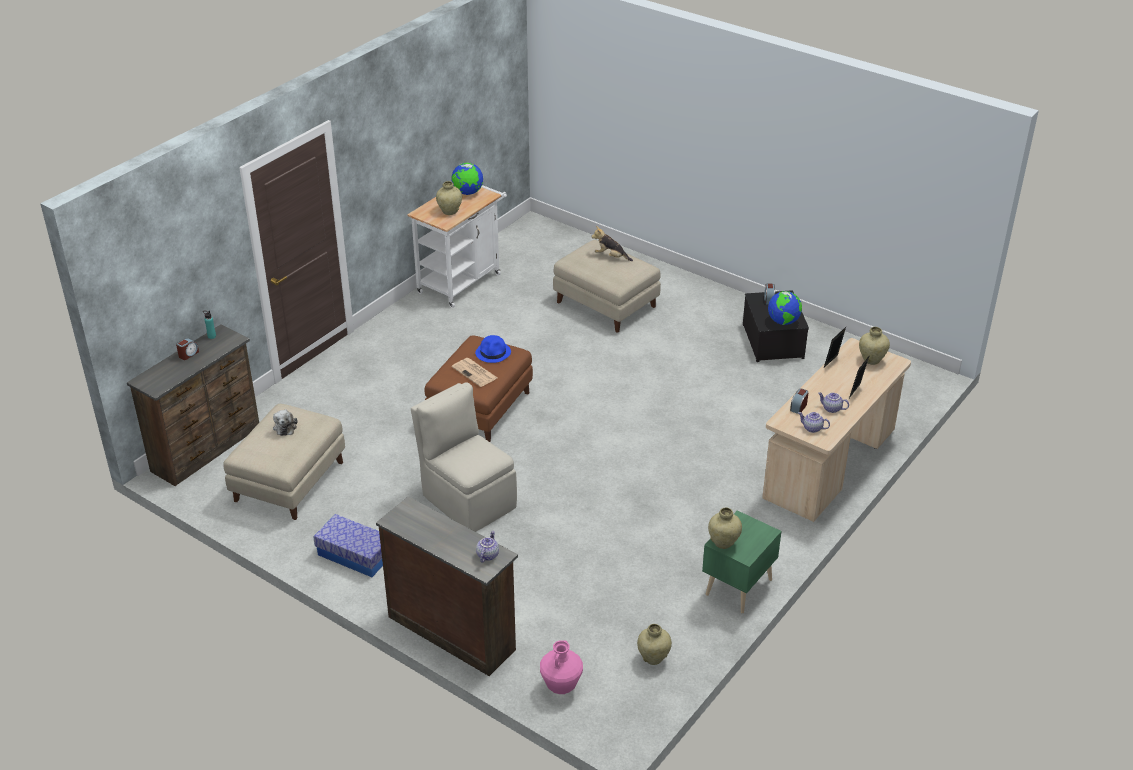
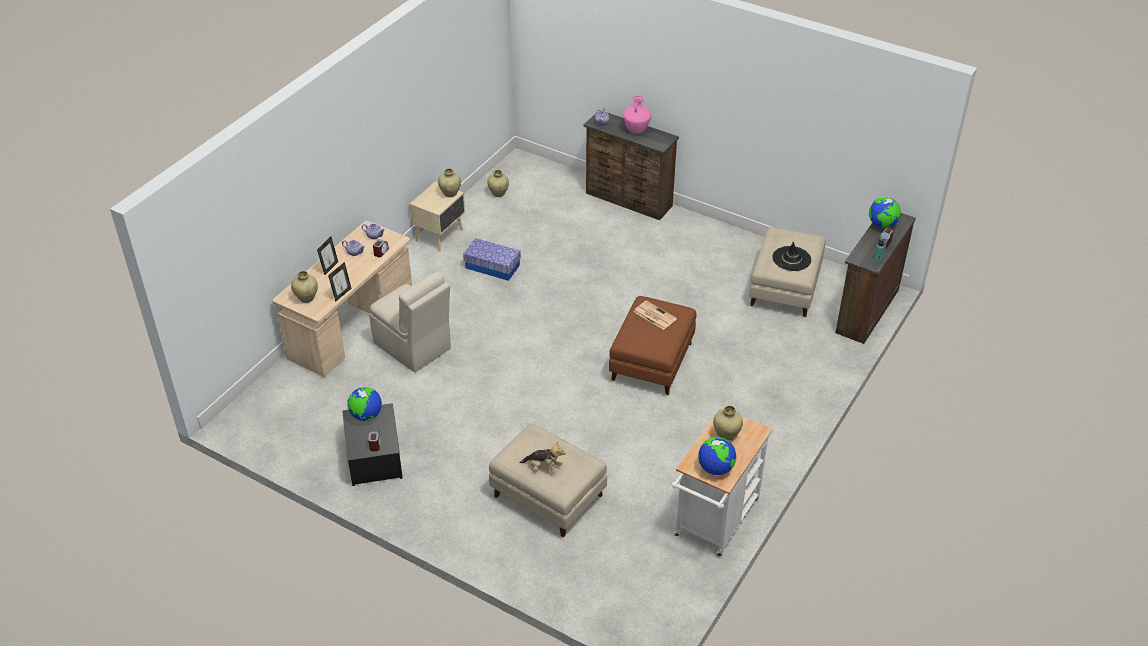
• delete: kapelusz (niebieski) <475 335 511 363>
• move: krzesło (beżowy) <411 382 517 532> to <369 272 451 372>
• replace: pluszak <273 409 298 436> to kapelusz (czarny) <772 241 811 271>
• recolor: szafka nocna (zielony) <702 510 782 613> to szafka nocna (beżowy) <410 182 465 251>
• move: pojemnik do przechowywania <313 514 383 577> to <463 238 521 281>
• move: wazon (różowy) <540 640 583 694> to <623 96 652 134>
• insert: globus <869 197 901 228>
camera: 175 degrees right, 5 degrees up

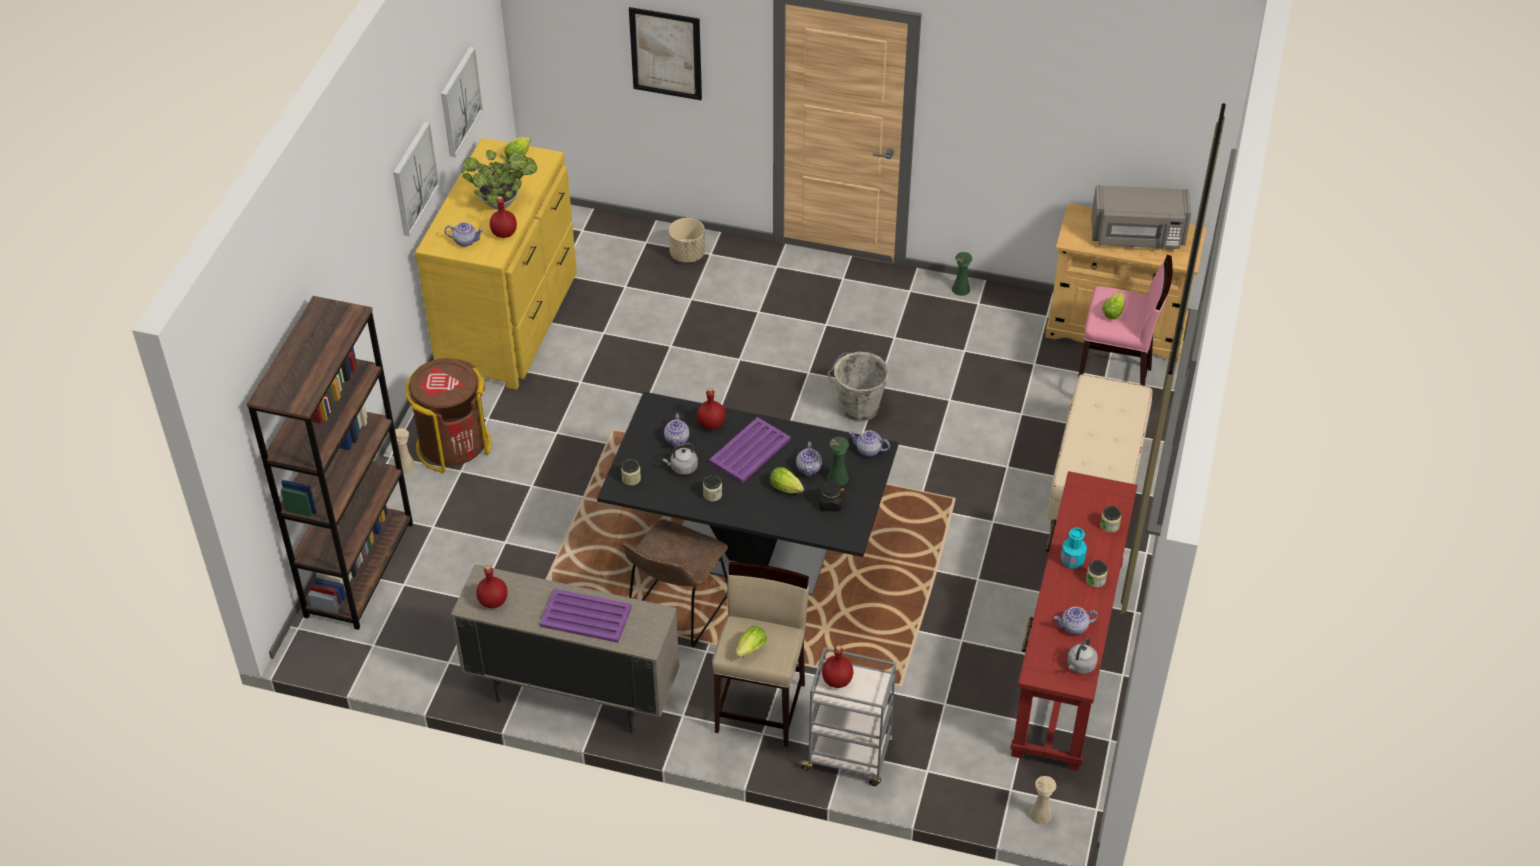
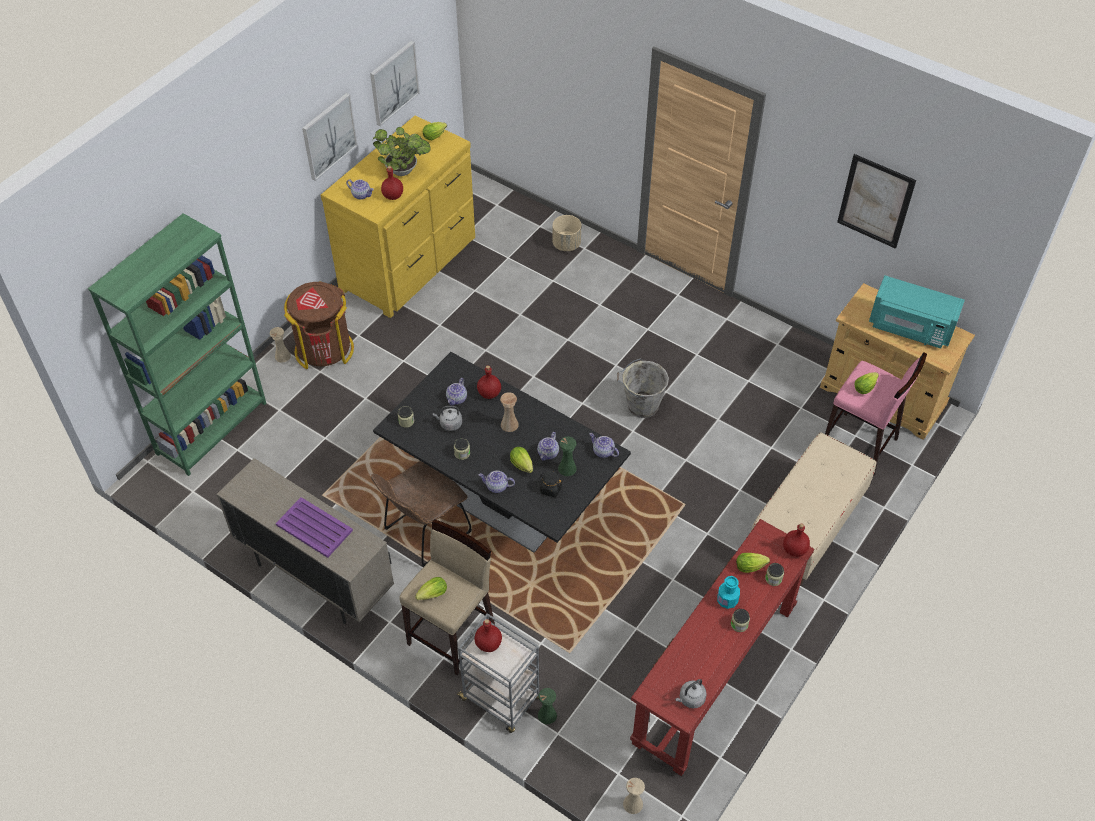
• move: obraz <629 7 702 100> to <837 154 916 249>
• recolor: mikrofalówka (szary) <1091 185 1191 250> to mikrofalówka (turkusowy) <869 275 965 349>
• move: wazon (zielony) <952 252 972 296> to <538 688 557 724>
• recolor: regał (brązowy) <246 296 413 630> to regał (zielony) <88 213 267 476>
• replace: taca (fioletowy) <709 417 791 483> to wazon (beżowy) <500 392 519 432>
• move: butelka (czerwony) <476 565 508 608> to <783 523 810 557>
• move: imbryk <1054 607 1098 635> to <478 471 515 493>
• insert: sałata <736 553 770 573>
camera: 20 degrees right, 5 degrees up

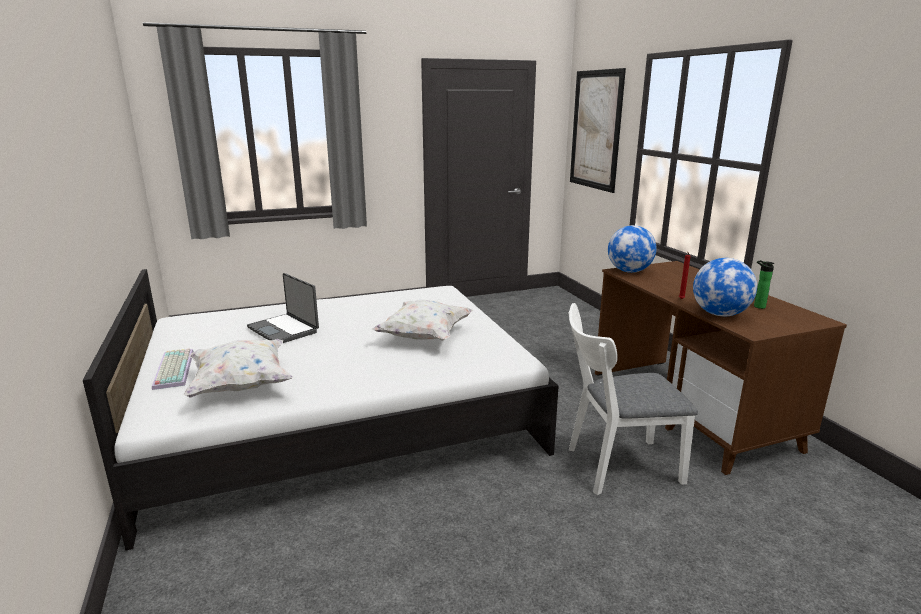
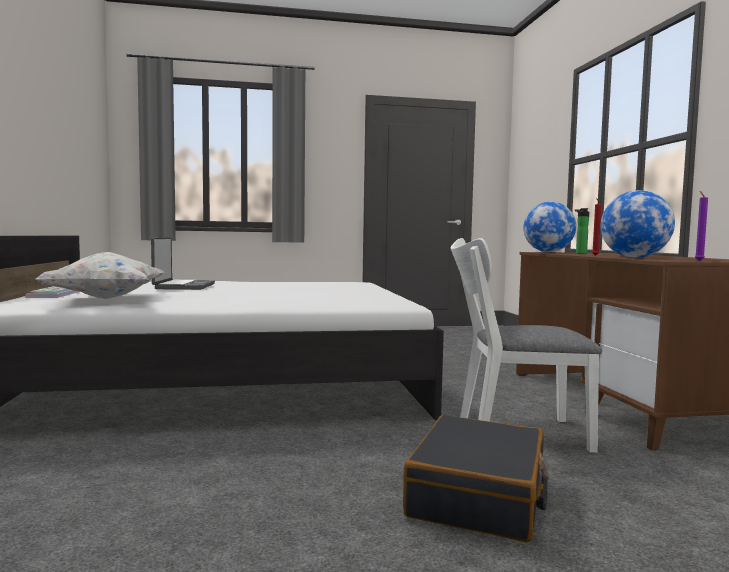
• delete: obraz <570 68 626 193>
• move: butelka <754 260 774 309> to <574 208 589 254>
• rotate: laptop <247 273 319 343> = <151 237 215 290> 150 degrees counterclockwise
• delete: poduszka (biały) <372 300 473 341>
• insert: świeca (fioletowy) <695 191 708 261>
• insert: walizka (czarny) <403 415 549 542>
camera: 10 degrees right, 15 degrees down

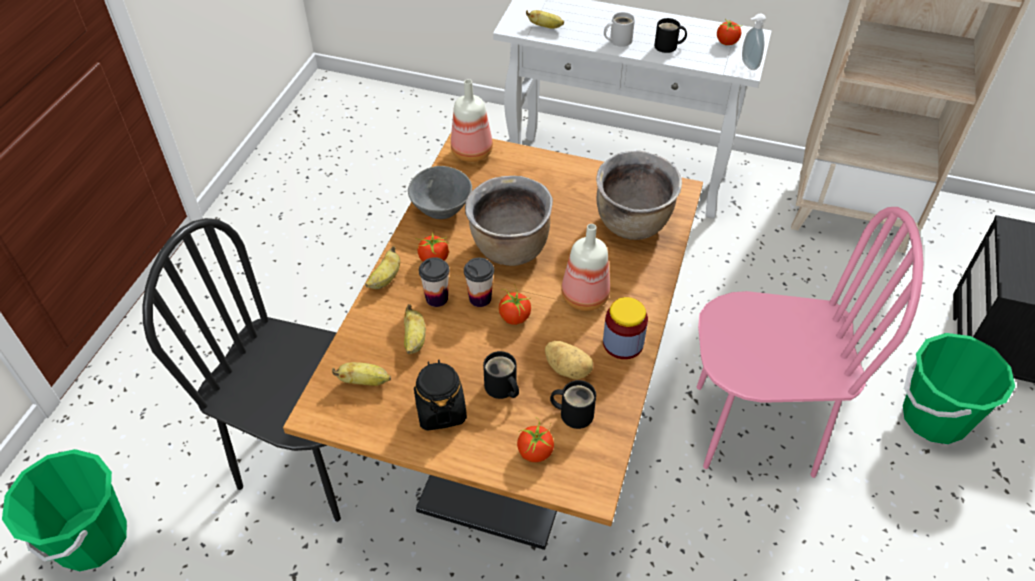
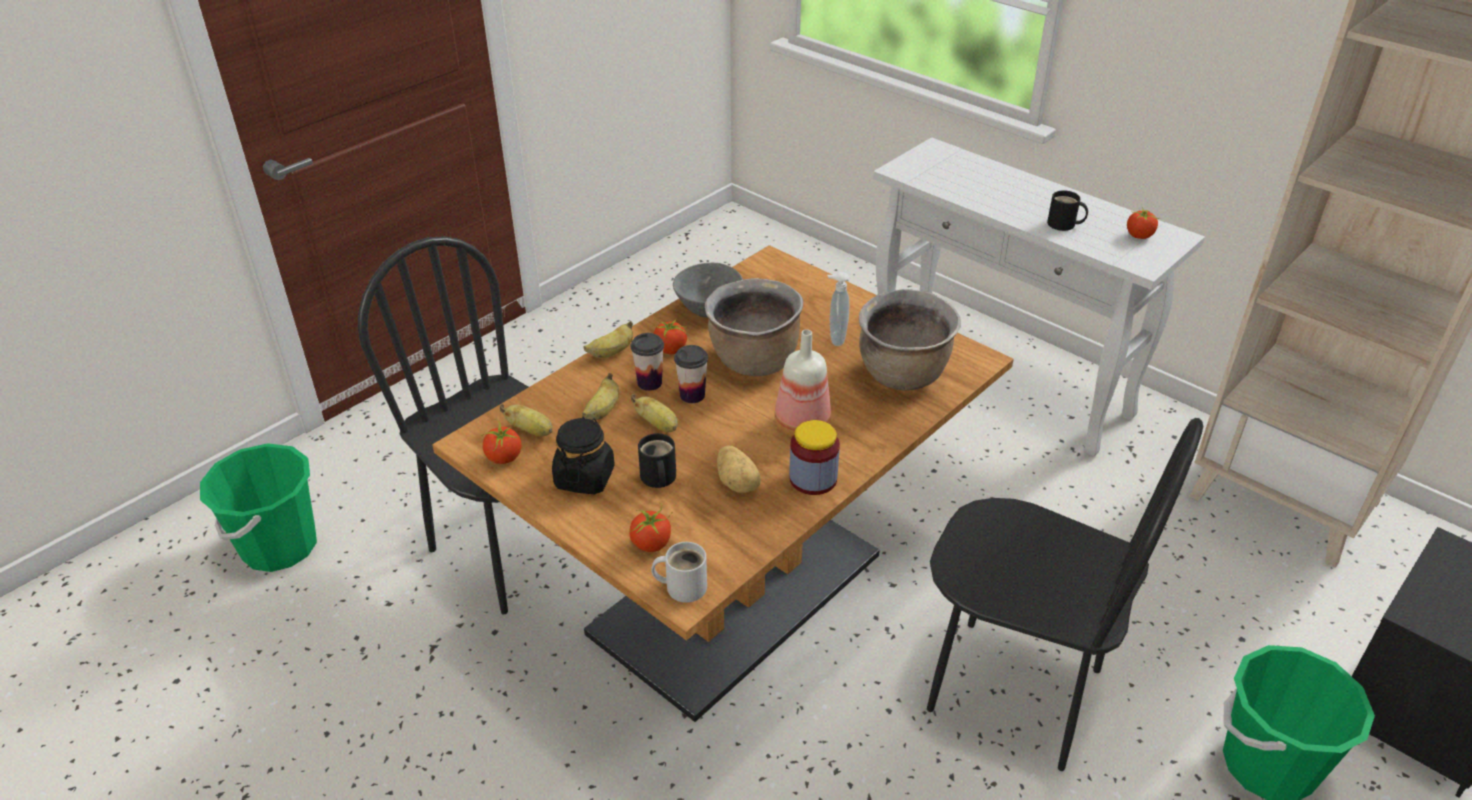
• move: banan <526 10 564 29> to <631 394 678 432>
• move: kubek (biały) <604 12 635 47> to <651 542 707 603>
• move: dozownik mydła <742 14 766 70> to <828 272 849 346>
• delete: butelka <451 79 493 162>
• recolor: krzesło (różowy) <697 207 923 478> to krzesło (czarny) <927 418 1203 771>
• move: pomidor <499 284 531 325> to <480 418 521 464>
• delete: kubek (czarny) <550 380 596 429>
camera: 25 degrees right, 10 degrees down

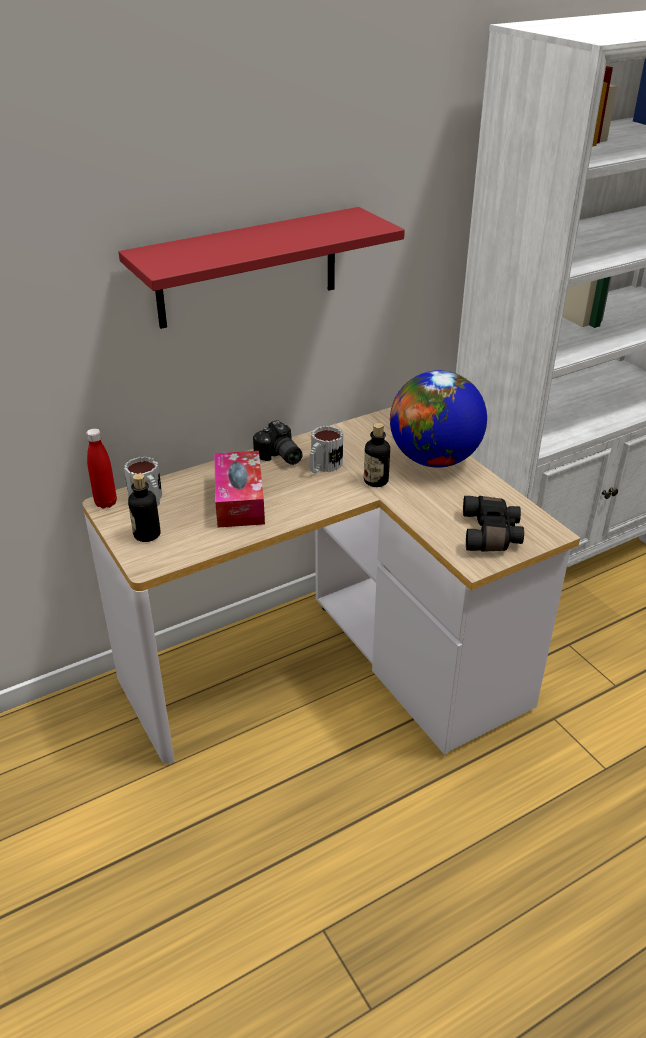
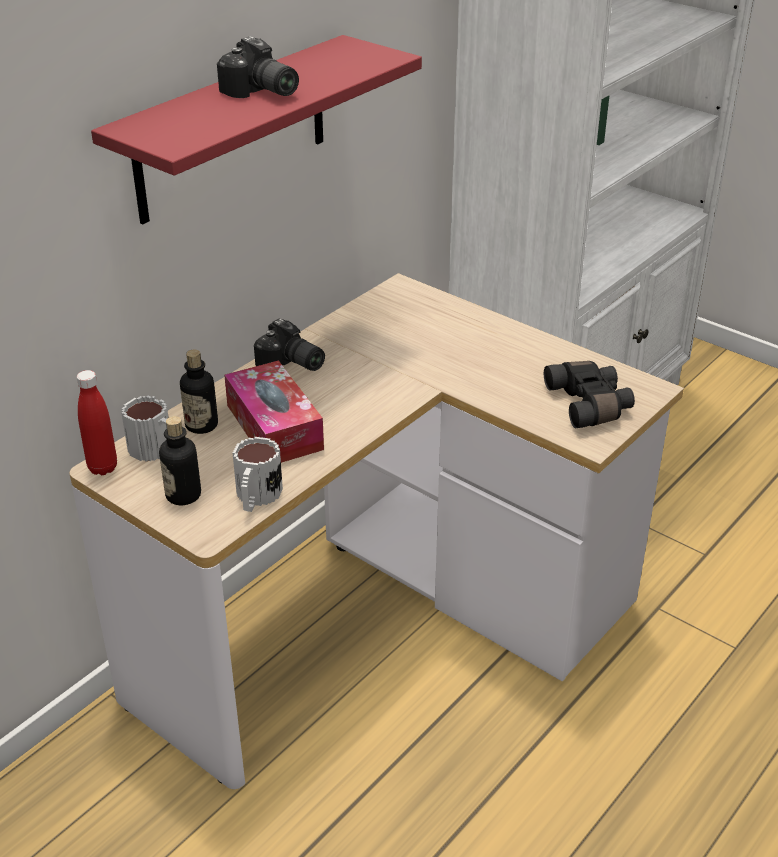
• delete: globus <390 370 487 468>
• move: butelka <364 423 390 487> to <180 349 218 434>
• move: kubek <310 426 343 474> to <233 437 283 512>
• insert: aparat fotograficzny <217 36 299 98>
camera: 20 degrees left, 0 degrees up

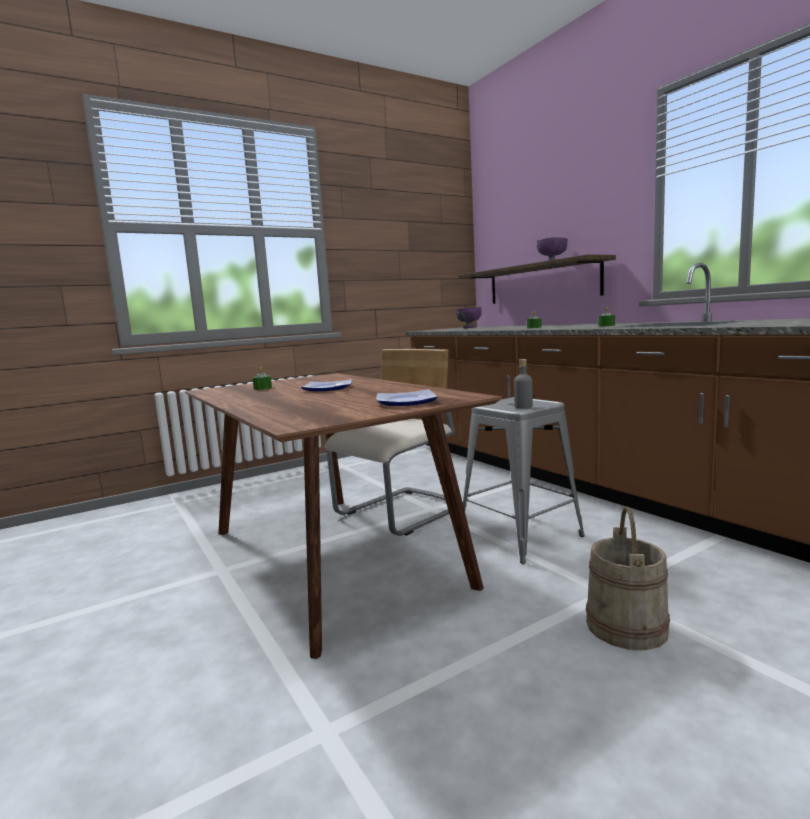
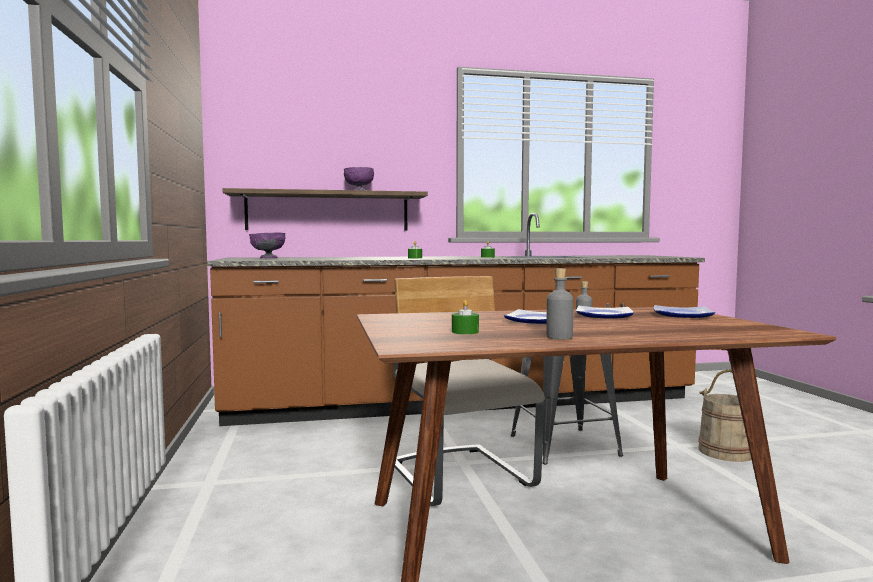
• insert: butelka (szary) <546 268 573 340>
• insert: talerz <576 306 634 318>
camera: 70 degrees left, 5 degrees down

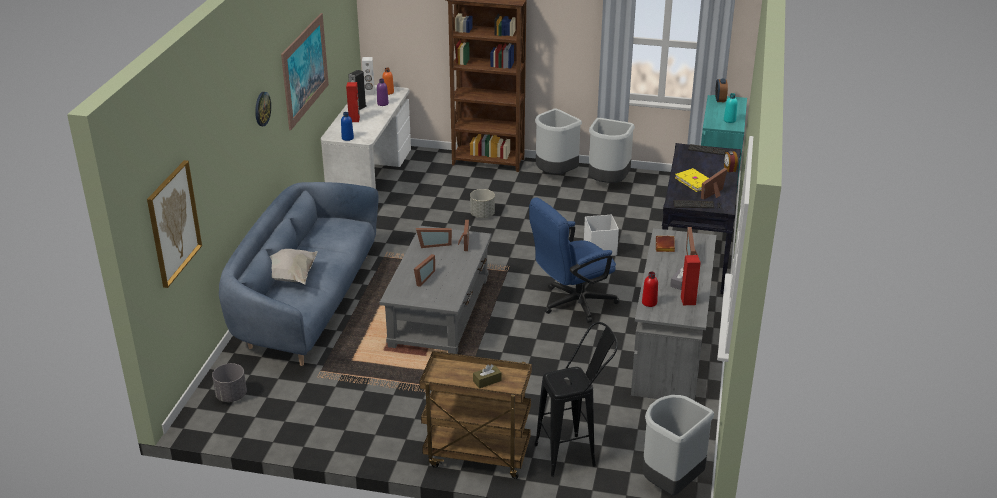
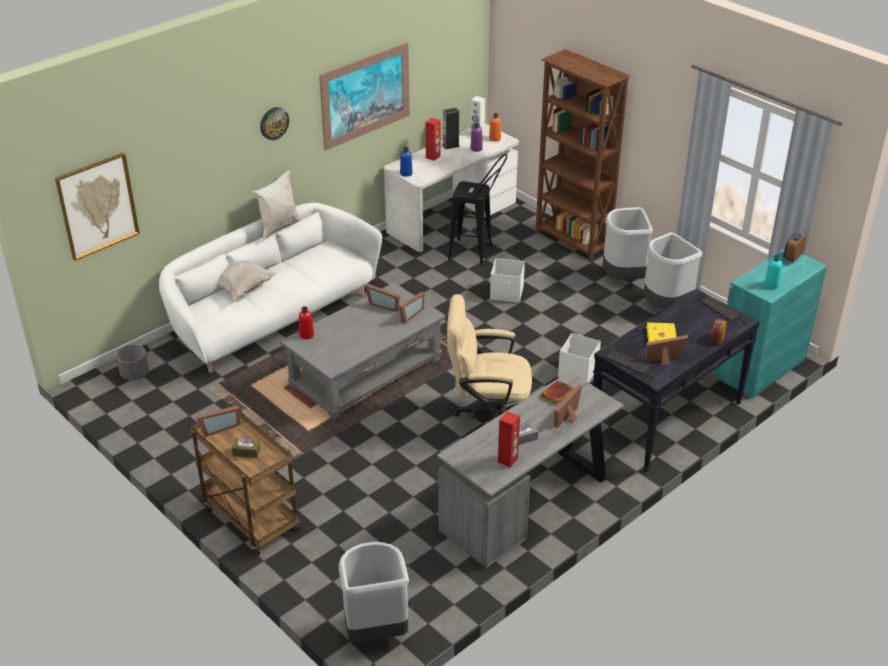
• recolor: kanapa (niebieski) <219 182 379 366> to kanapa (biały) <159 203 382 373>
• replace: donica (szary) <470 189 495 218> to pojemnik do przechowywania (biały) <490 258 525 303>
• recolor: krzesło biurowe (niebieski) <529 197 619 323> to krzesło biurowe (beżowy) <447 294 532 423>
• move: ramka na zdjęcie <414 254 435 287> to <196 406 240 437>
• move: butelka (czerwony) <642 271 658 307> to <299 307 314 339>
• move: stołek (czarny) <534 322 618 477> to <448 154 507 265>
• insert: poduszka (biały) <252 170 301 240>
camera: 35 degrees right, 5 degrees up

